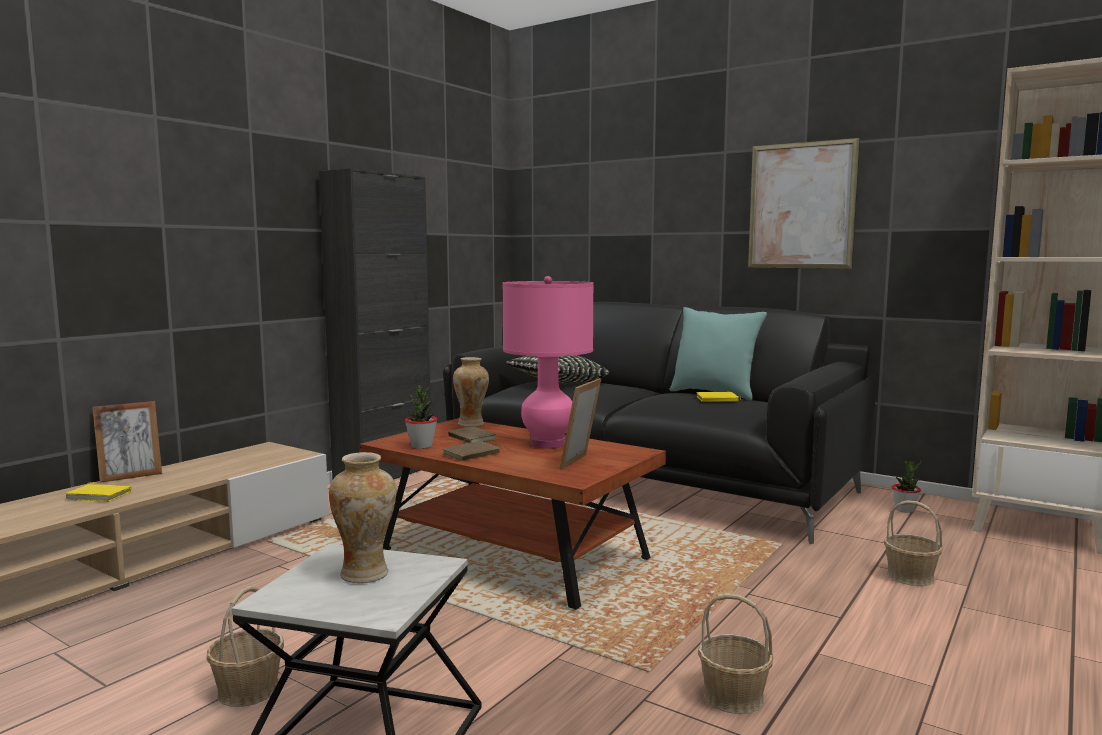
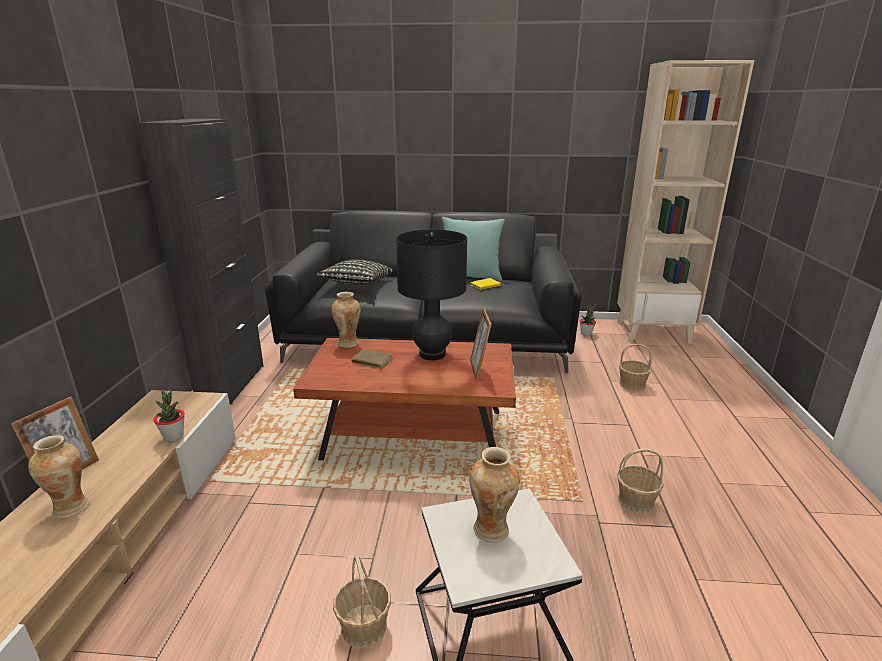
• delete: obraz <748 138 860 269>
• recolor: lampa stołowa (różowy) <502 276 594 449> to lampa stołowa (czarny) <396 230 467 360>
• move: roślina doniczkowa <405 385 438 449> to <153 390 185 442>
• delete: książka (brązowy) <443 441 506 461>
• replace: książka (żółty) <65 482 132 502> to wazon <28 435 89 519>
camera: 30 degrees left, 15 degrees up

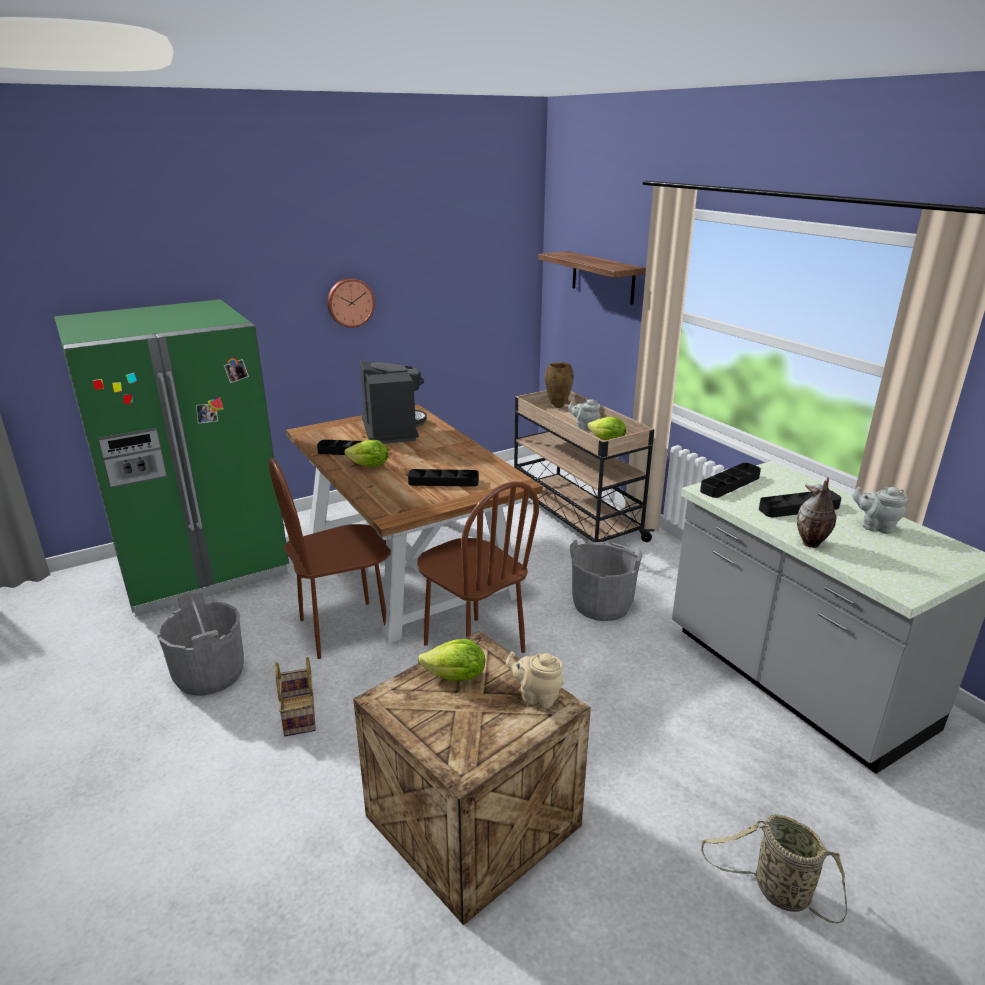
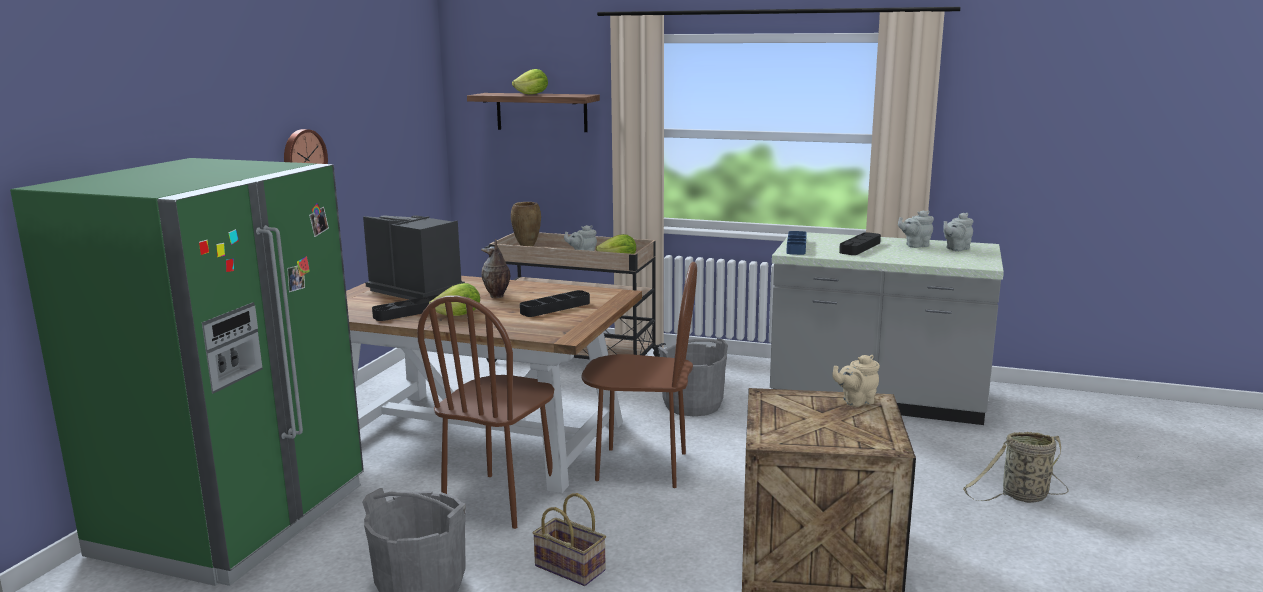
• recolor: taca (czarny) <700 463 761 498> to taca (niebieski) <786 231 807 255>
• move: wazon <797 477 836 548> to <481 239 510 298>
• move: sałata <418 639 485 681> to <512 69 548 94>
• insert: imbryk (szary) <943 213 973 251>
camera: 40 degrees left, 10 degrees down

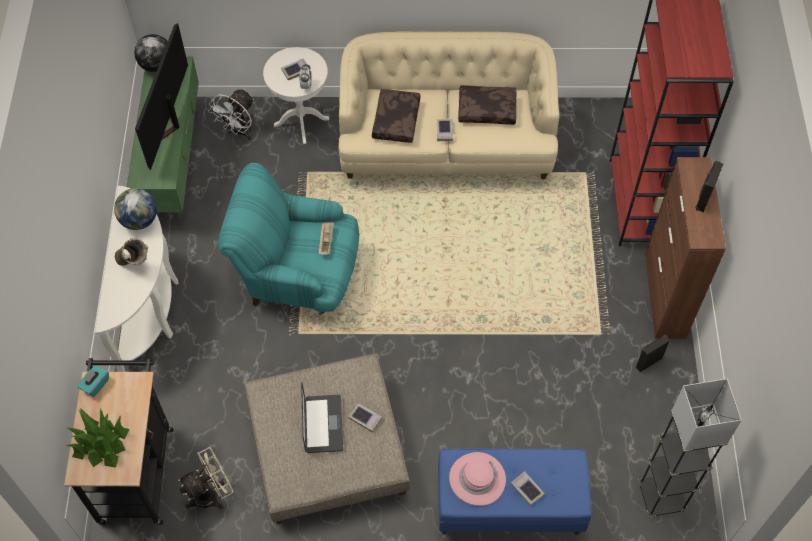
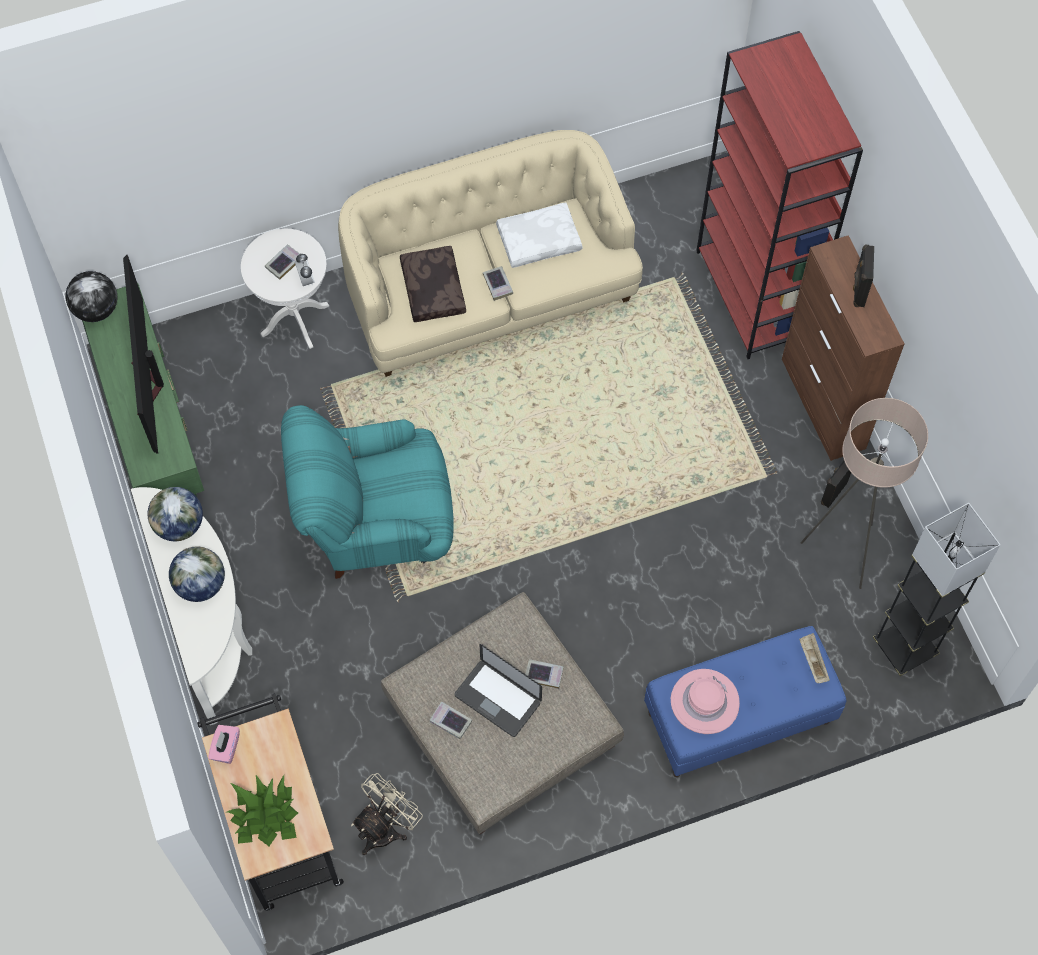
• recolor: poduszka (brązowy) <458 85 516 125> to poduszka (biały) <496 202 583 268>
• delete: wentylator (biały) <209 89 254 140>
• move: taca (beżowy) <319 222 334 255> to <799 633 830 683>
• replace: wazon (beżowy) <115 239 148 266> to globus <169 546 225 602>
• recolor: pudełko chusteczek (turkusowy) <77 365 109 397> to pudełko chusteczek (różowy) <208 725 240 764>
• rotate: laptop <301 382 343 453> = <454 644 542 737> 150 degrees clockwise
• move: książka <510 471 545 506> to <429 701 472 739>
• insert: lampa stojąca (beżowy) <801 398 928 589>
camera: 20 degrees left, 5 degrees up

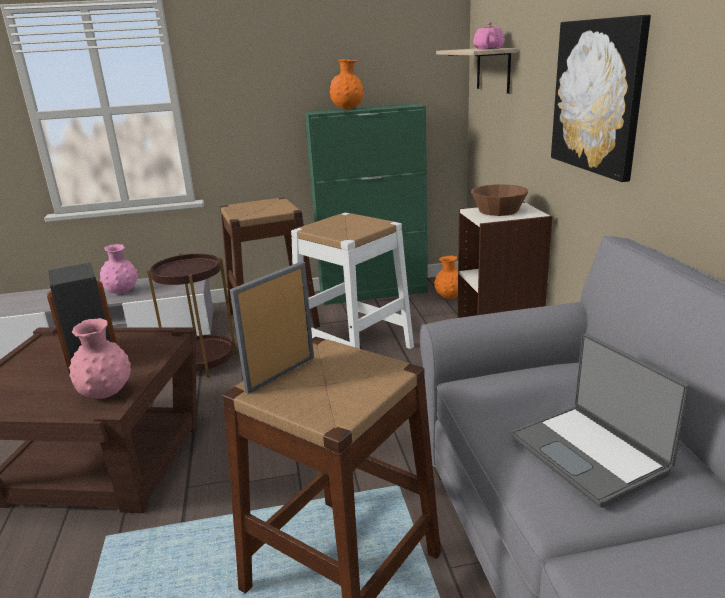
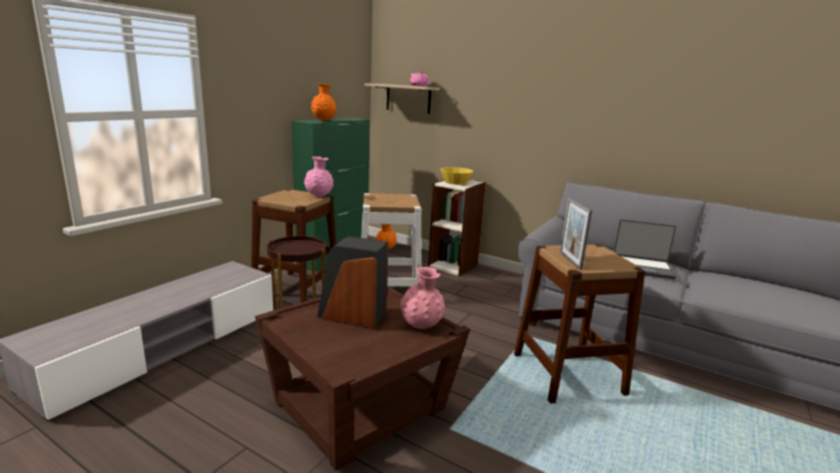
• delete: obraz <551 15 651 182>
• recolor: miska (brązowy) <471 184 528 216> to miska (żółty) <440 167 474 185>
• move: wazon (różowy) <100 244 138 294> to <304 156 334 197>
camera: 50 degrees left, 5 degrees down

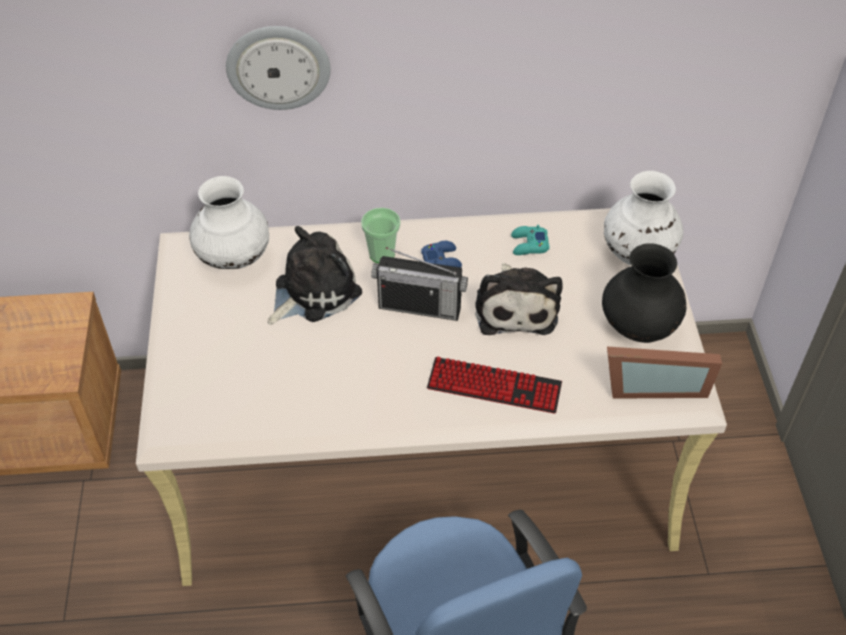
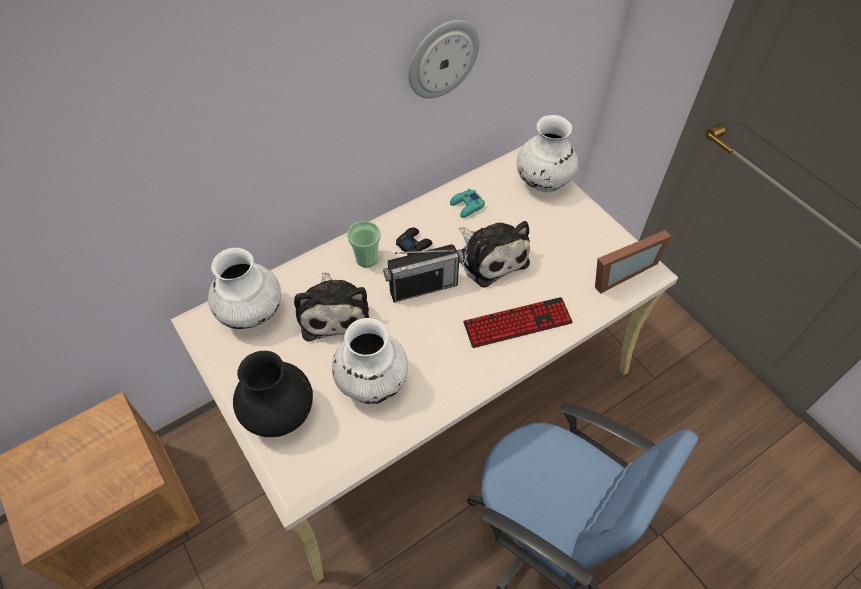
• move: zegar ścienny <226 26 331 110> to <408 20 479 99>
• rotate: pluszak <268 226 362 325> = <294 272 369 341> 150 degrees clockwise
• recolor: pad do gier (niebieski) <421 241 462 268> to pad do gier (czarny) <396 228 432 255>
• move: wazon (czarny) <602 243 686 343> to <233 351 313 437>
• insert: wazon (biały) <332 318 408 404>
camera: 30 degrees left, 5 degrees up

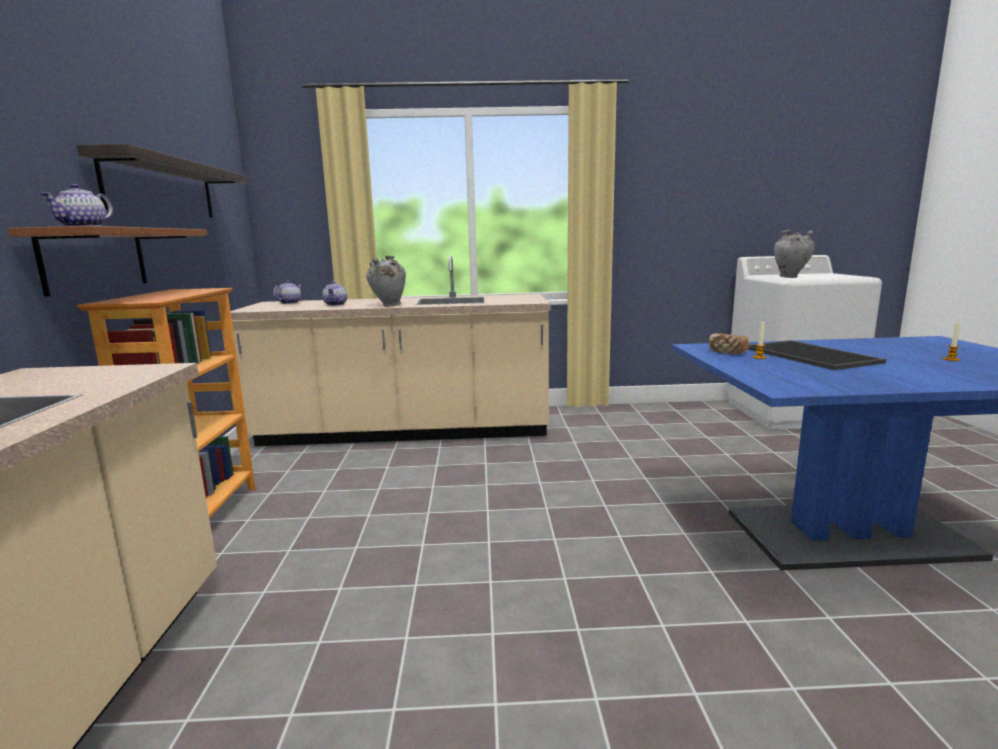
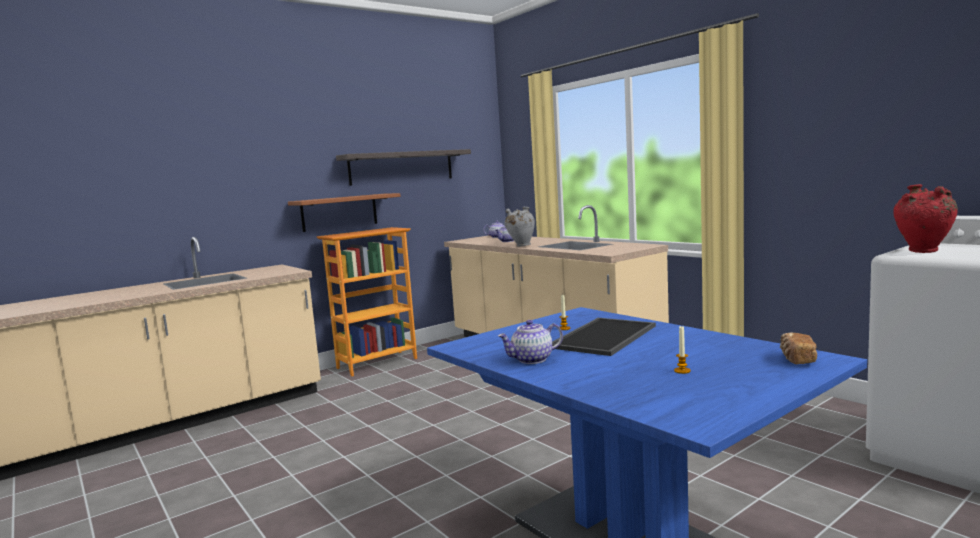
• move: imbryk <39 184 113 226> to <498 320 563 364>
• recolor: wazon (szary) <774 230 815 278> to wazon (czerwony) <893 184 958 253>
• move: chleb <709 333 749 354> to <780 332 817 364>
camera: 55 degrees right, 5 degrees down

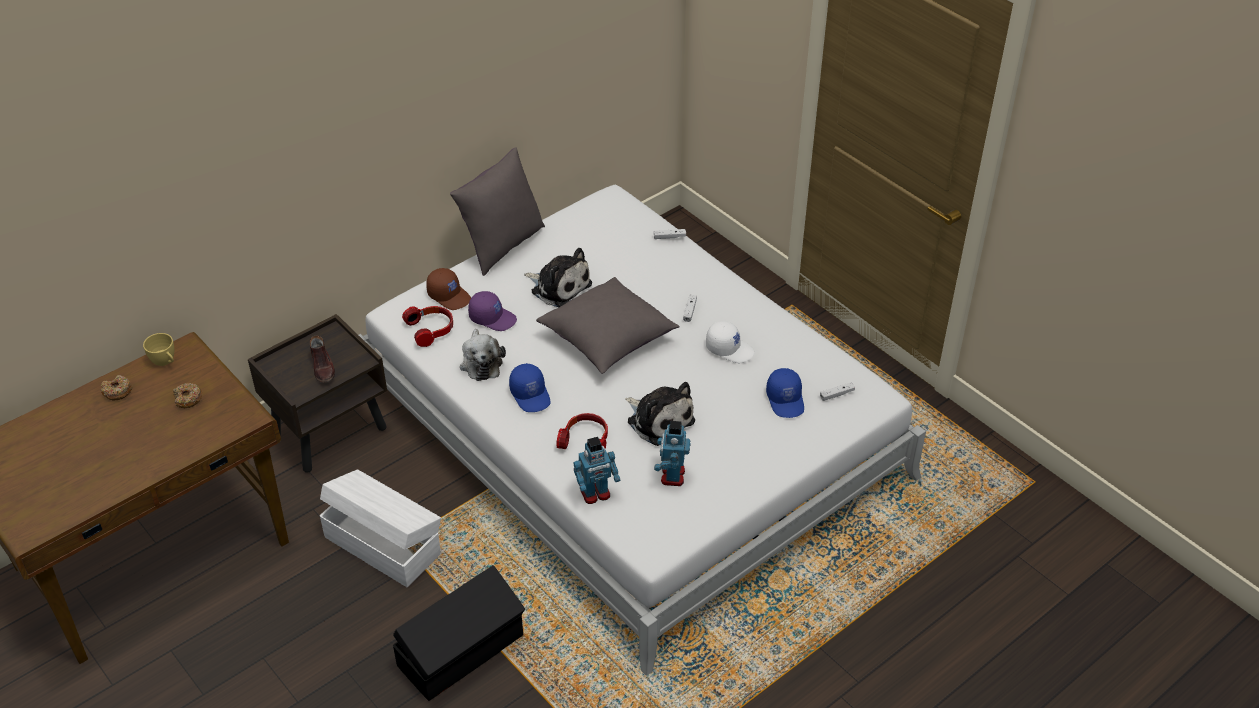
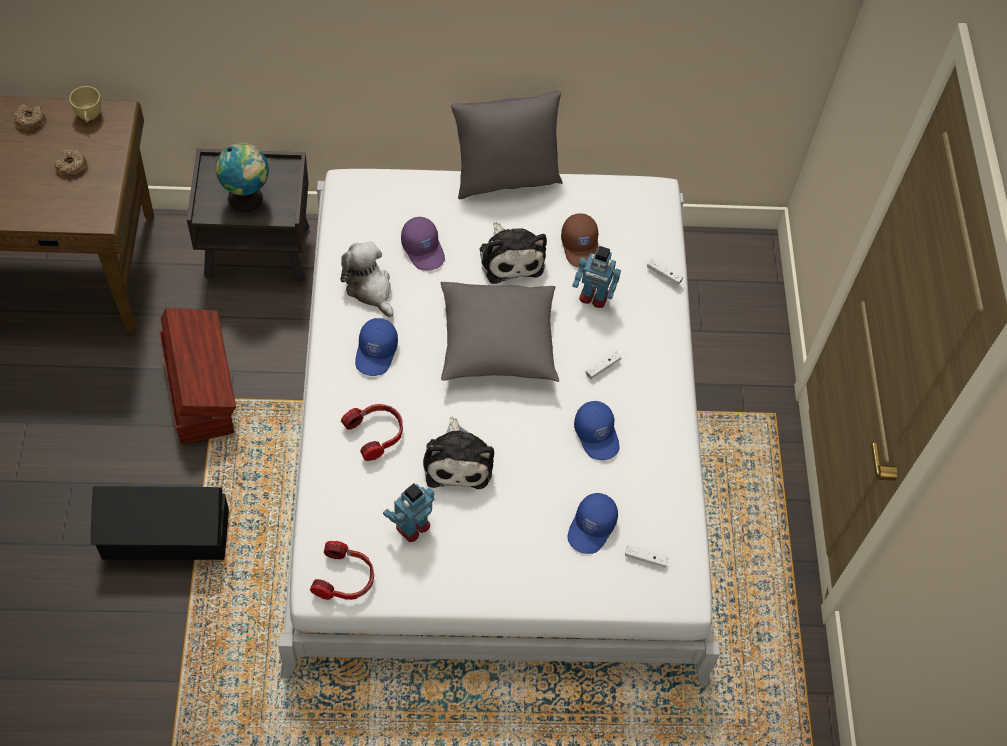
• move: czapka z daszkiem (brązowy) <426 268 471 310> to <561 213 599 267>
• move: słuchawki <402 306 453 347> to <310 541 374 600>
• recolor: czapka z daszkiem (biały) <706 321 755 363> to czapka z daszkiem (niebieski) <574 401 619 460>
• rotate: pluszak <460 329 506 381> = <341 242 394 317> 120 degrees clockwise
• replace: but (brązowy) <310 336 335 383> to globus <215 143 269 212>
• move: robot zabawkowy <573 437 620 504> to <572 246 621 308>
• recolor: pojemnik do przechowywania (biały) <320 469 441 587> to pojemnik do przechowywania (brązowy) <159 308 236 444>
camera: 35 degrees right, 15 degrees up

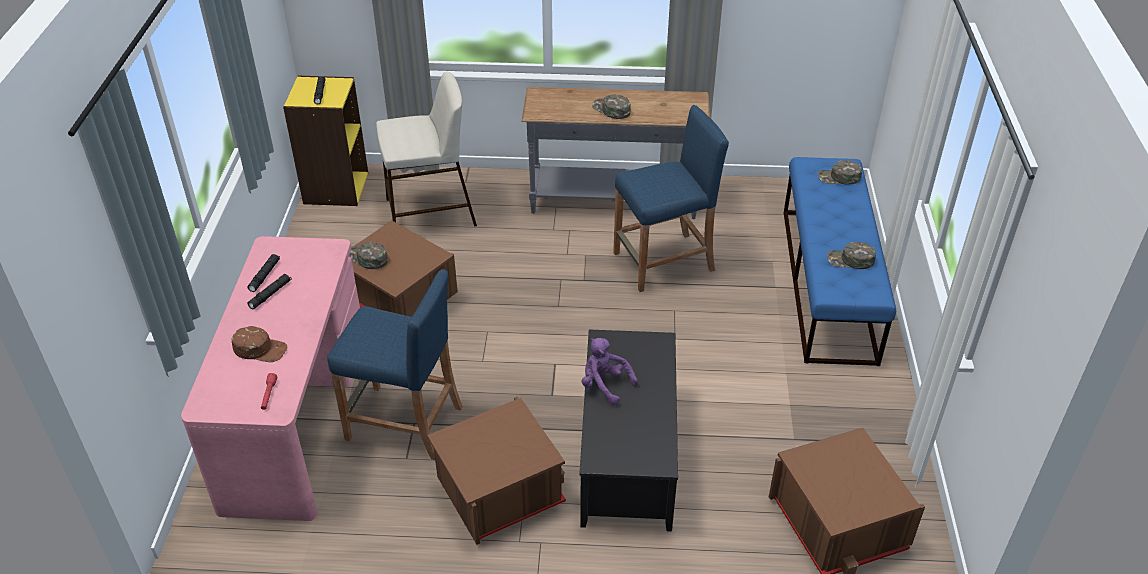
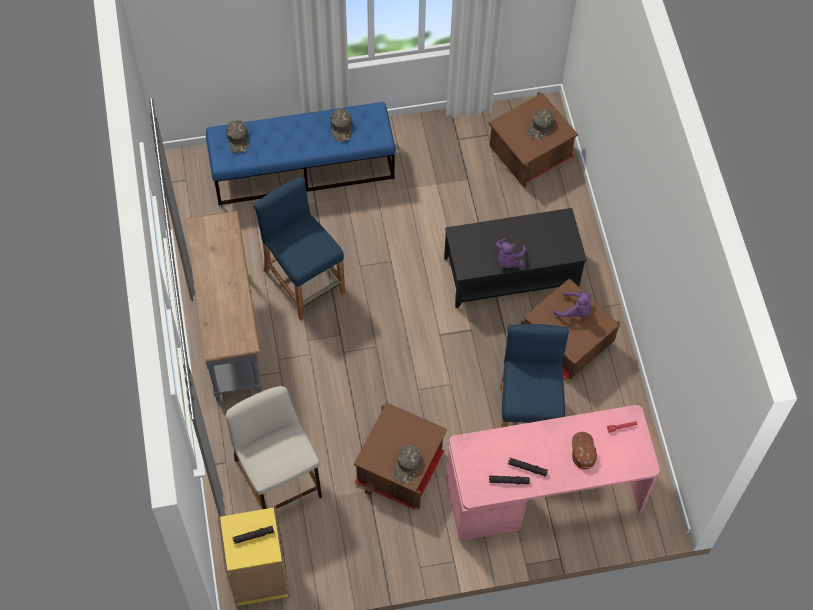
• move: czapka z daszkiem (zielony) <592 94 631 119> to <527 108 554 140>
• insert: pluszak (fioletowy) <553 291 591 317>
camera: 105 degrees left, 20 degrees up

